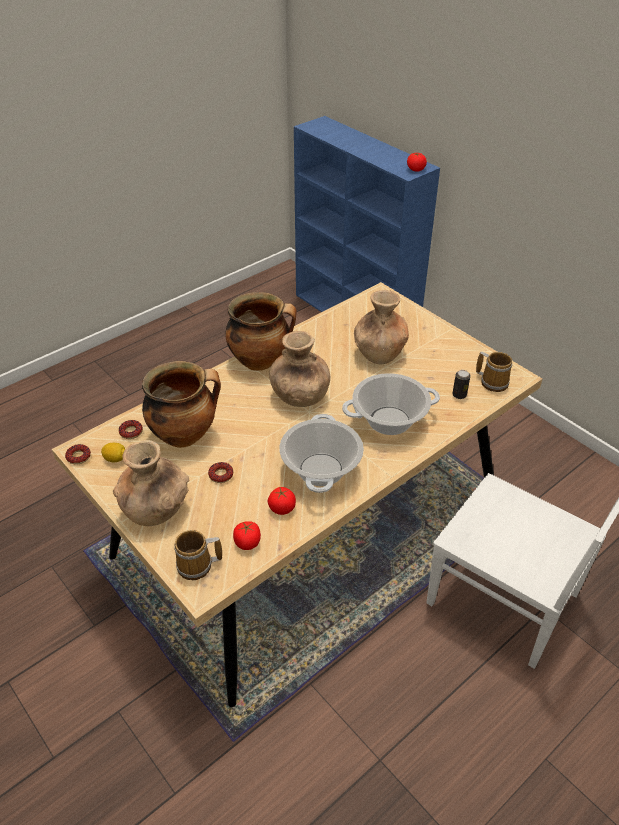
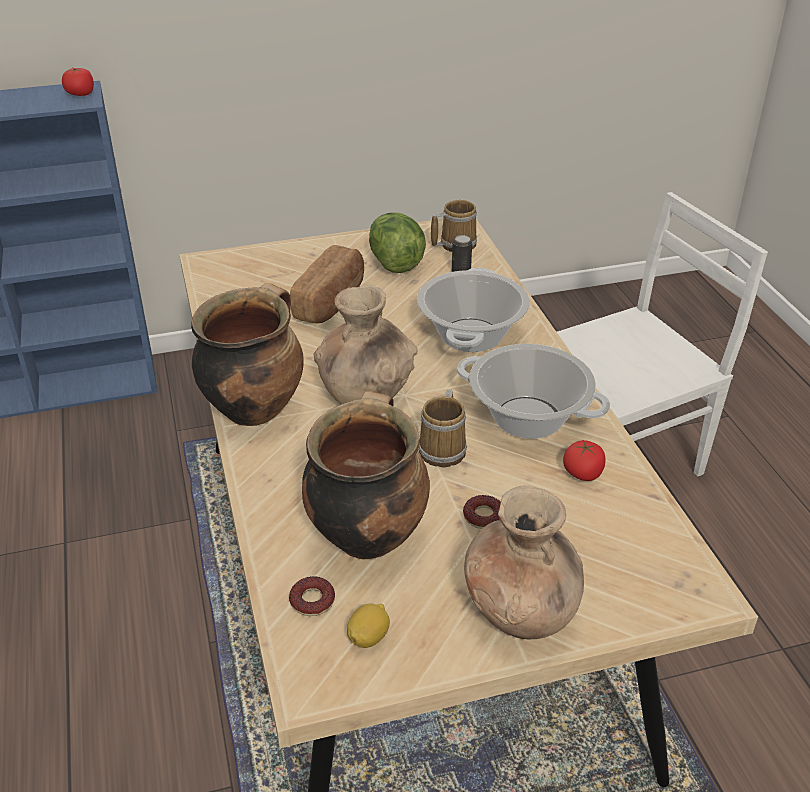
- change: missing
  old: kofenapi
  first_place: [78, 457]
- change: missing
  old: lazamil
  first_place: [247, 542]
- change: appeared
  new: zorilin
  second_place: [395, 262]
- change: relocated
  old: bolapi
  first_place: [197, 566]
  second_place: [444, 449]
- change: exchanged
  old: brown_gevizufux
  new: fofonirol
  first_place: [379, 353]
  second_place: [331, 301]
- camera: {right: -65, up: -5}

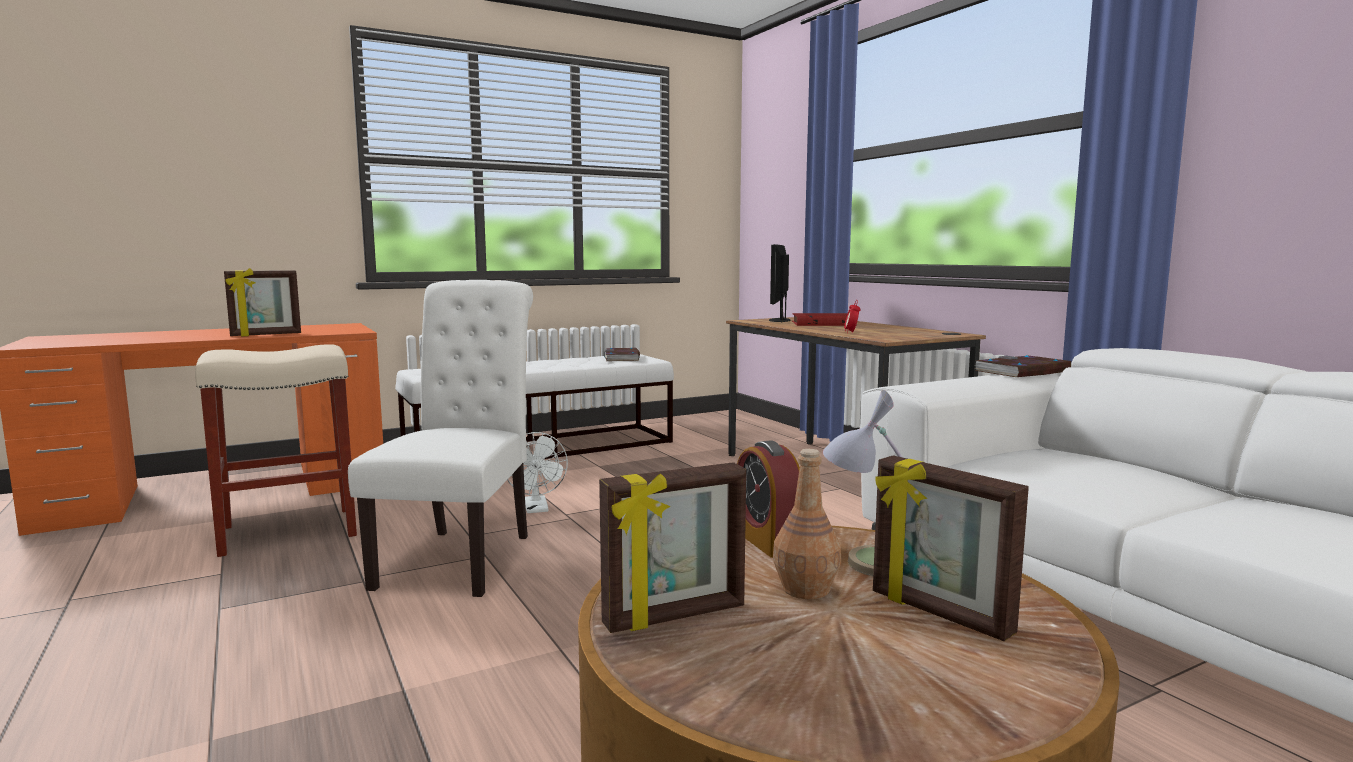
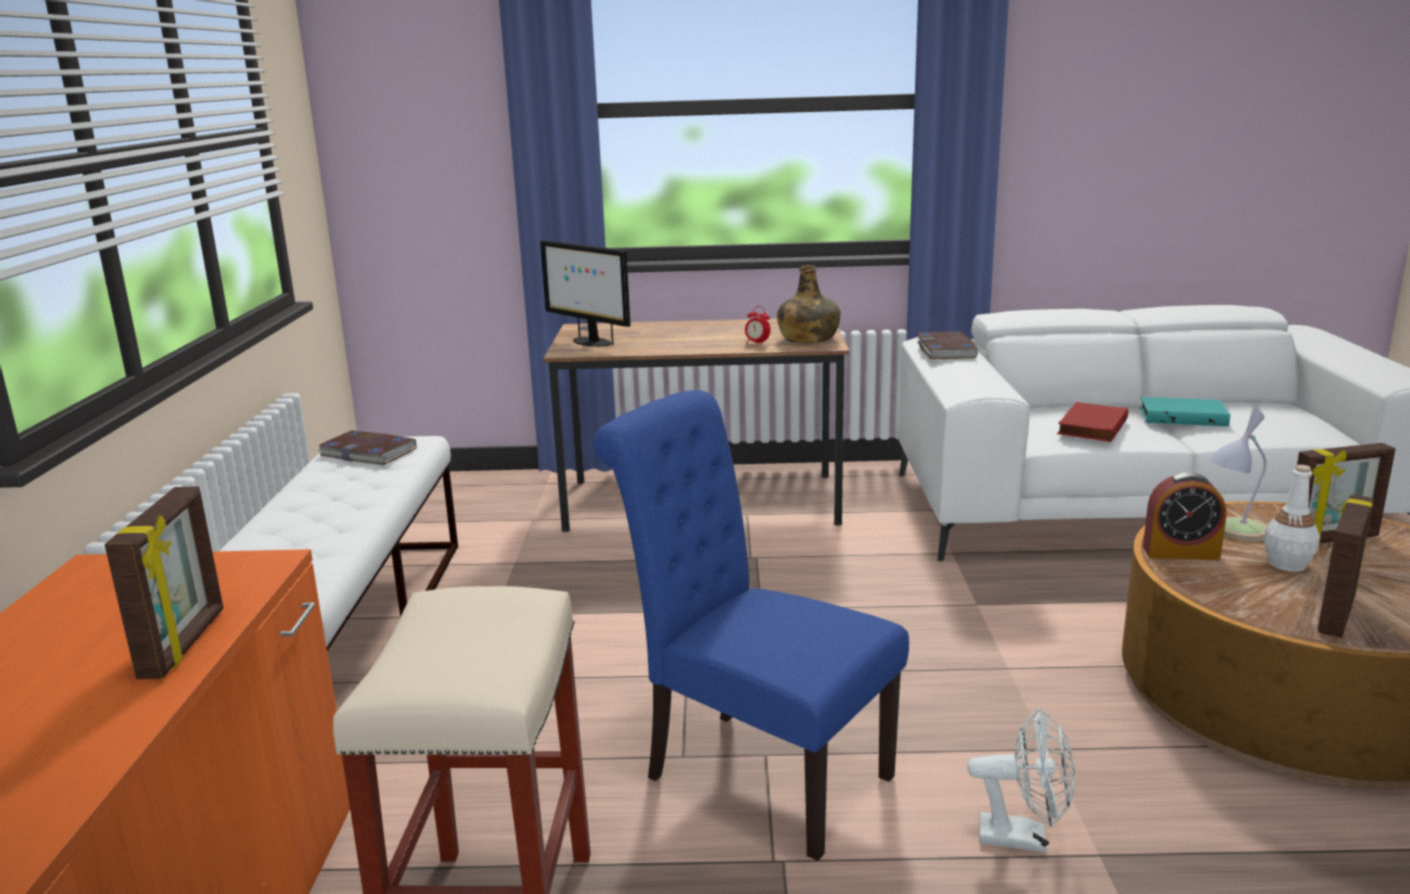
- change: appeared
  new: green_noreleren
  second_place: [807, 339]
- change: appeared
  new: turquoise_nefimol
  second_place: [1183, 416]
- change: relocated
  old: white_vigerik
  first_place: [537, 509]
  second_place: [1024, 838]
- change: relocated
  old: red_nefimol
  first_place: [823, 323]
  second_place: [1090, 426]
- change: colour
  old: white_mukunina
  new: blue_mukunina
  first_place: [461, 556]
  second_place: [755, 772]
- change: colour
  old: brown_noreleren
  new: white_noreleren
  first_place: [805, 589]
  second_place: [1286, 564]
- change: spun
  old: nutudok
  first_place: [675, 617]
  second_place: [1335, 614]
  degrees: -150
- camera: {right: -60, up: 10}

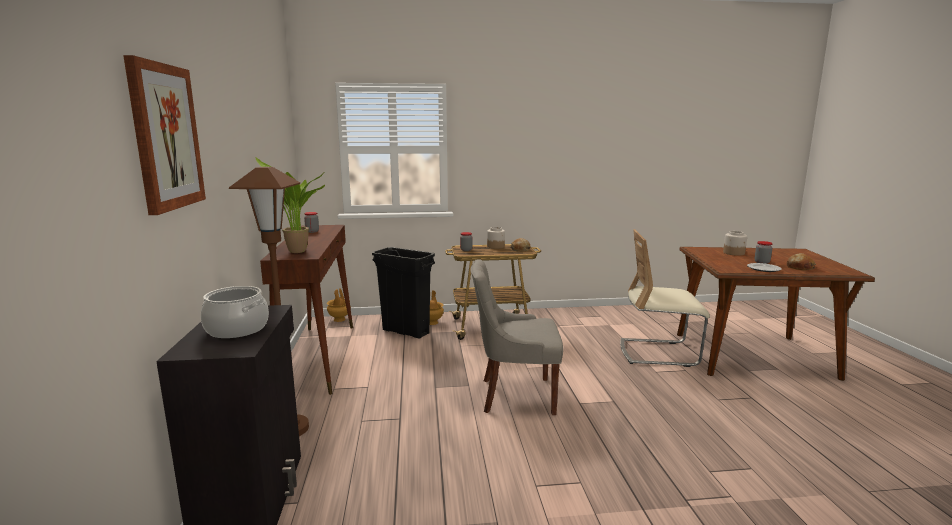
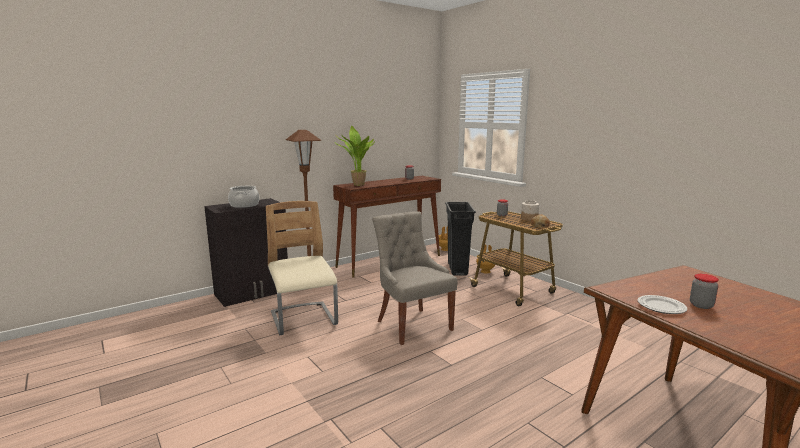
- change: missing
  old: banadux
  first_place: [166, 137]
- change: missing
  old: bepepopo
  first_place: [734, 253]
- change: missing
  old: fofonirol
  first_place: [800, 267]
- change: relocated
  old: beige_mukunina
  first_place: [658, 353]
  second_place: [303, 320]
- camera: {right: 60, up: 0}

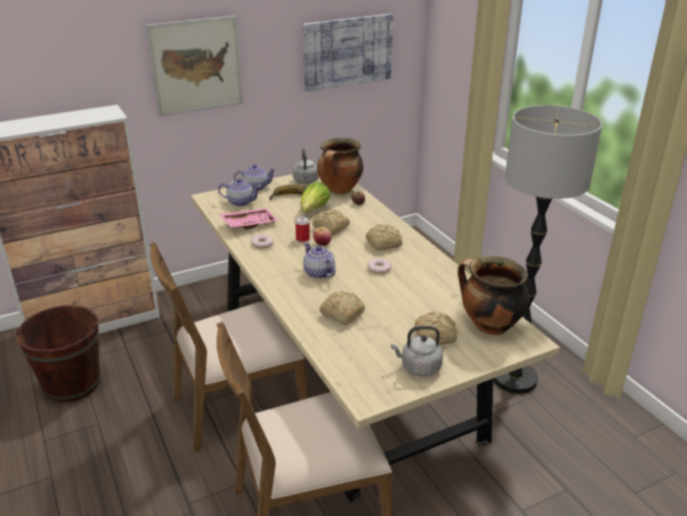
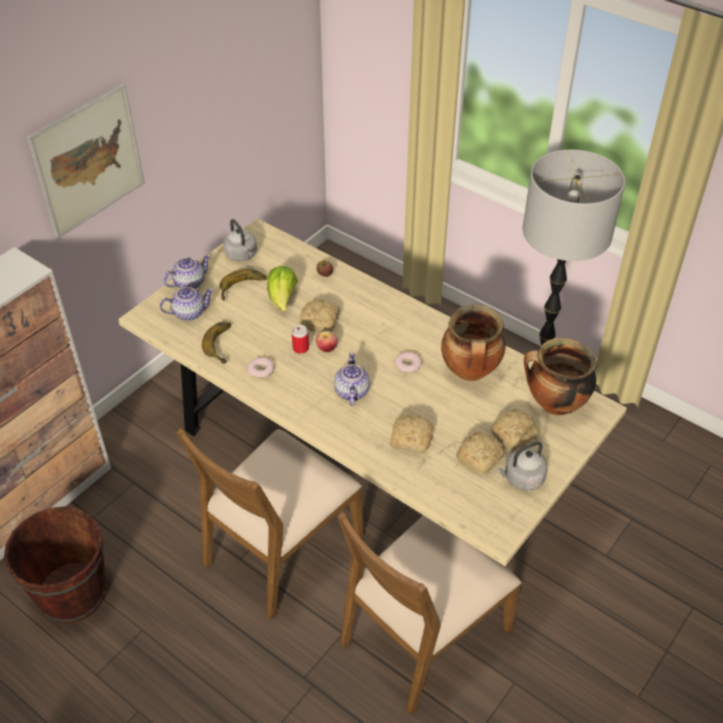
- change: missing
  old: banadux
  first_place: [347, 51]
- change: relocated
  old: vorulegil
  first_place: [340, 190]
  second_place: [471, 372]
- change: relocated
  old: fofonirol
  first_place: [384, 244]
  second_place: [481, 458]
- change: exchanged
  old: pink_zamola
  new: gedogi
  first_place: [249, 224]
  second_place: [224, 344]
- change: spun
  old: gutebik
  first_place: [319, 273]
  second_place: [351, 392]
  degrees: 60
- camera: {right: -25, up: 15}

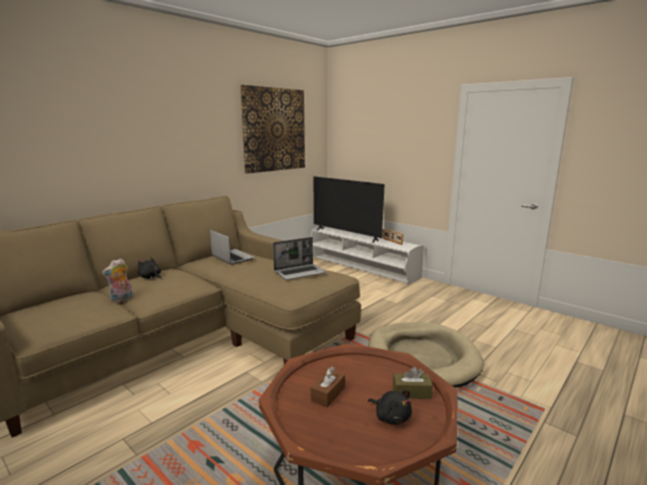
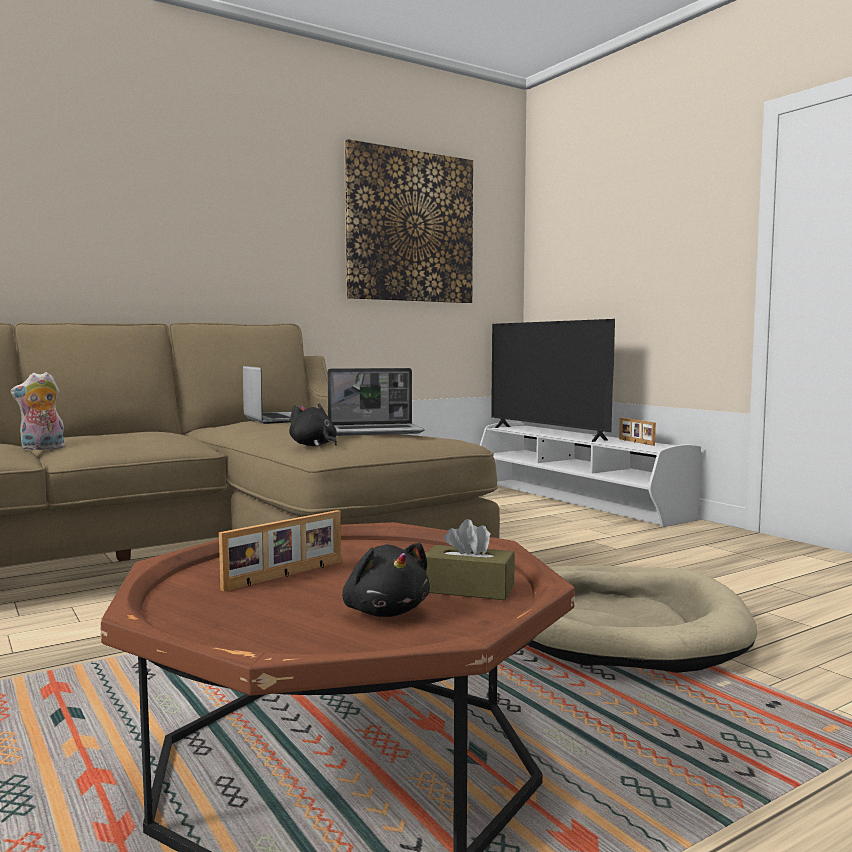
- change: relocated
  old: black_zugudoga
  first_place: [150, 277]
  second_place: [314, 445]
- change: exchanged
  old: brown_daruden
  new: nutudok
  first_place: [328, 394]
  second_place: [285, 576]
- camera: {right: 15, up: -10}

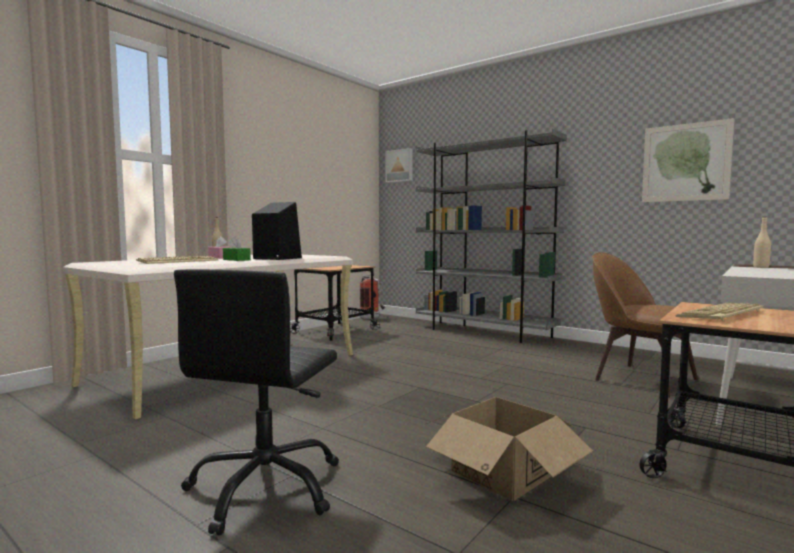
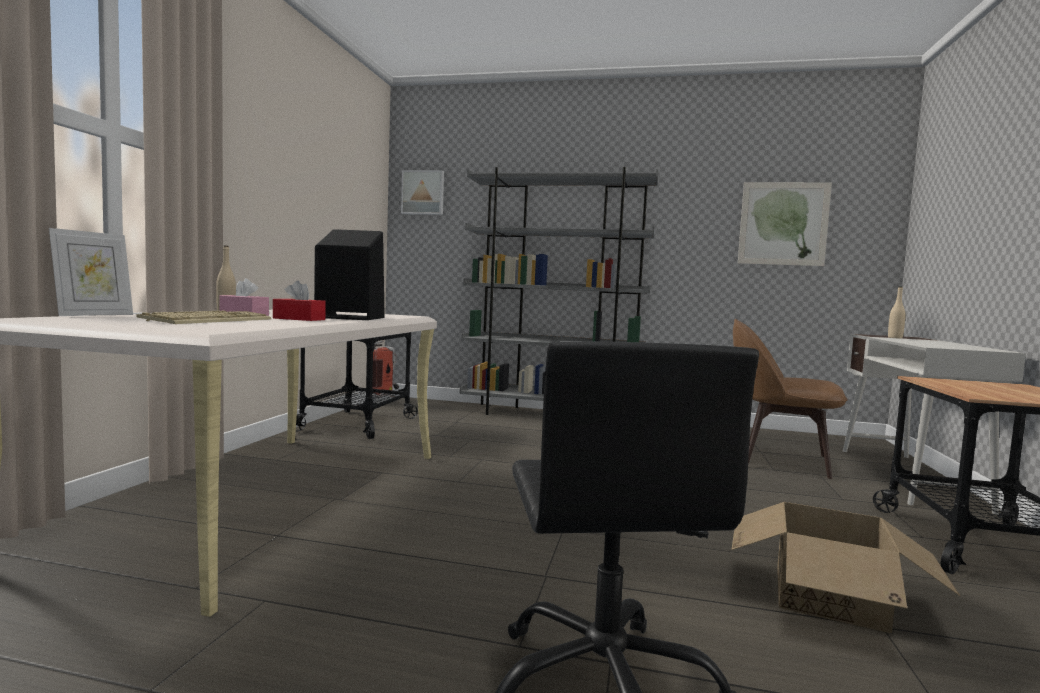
- change: missing
  old: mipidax
  first_place: [722, 314]
- change: appeared
  new: nutudok
  second_place: [94, 314]
- change: colour
  old: green_daruden
  new: red_daruden
  first_place: [236, 260]
  second_place: [299, 319]
- camera: {right: -25, up: 0}

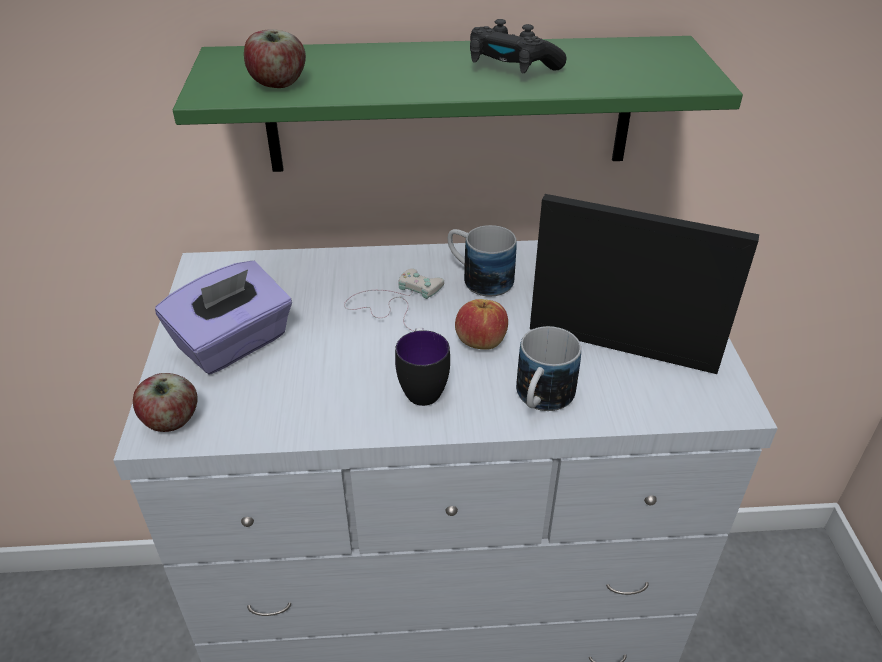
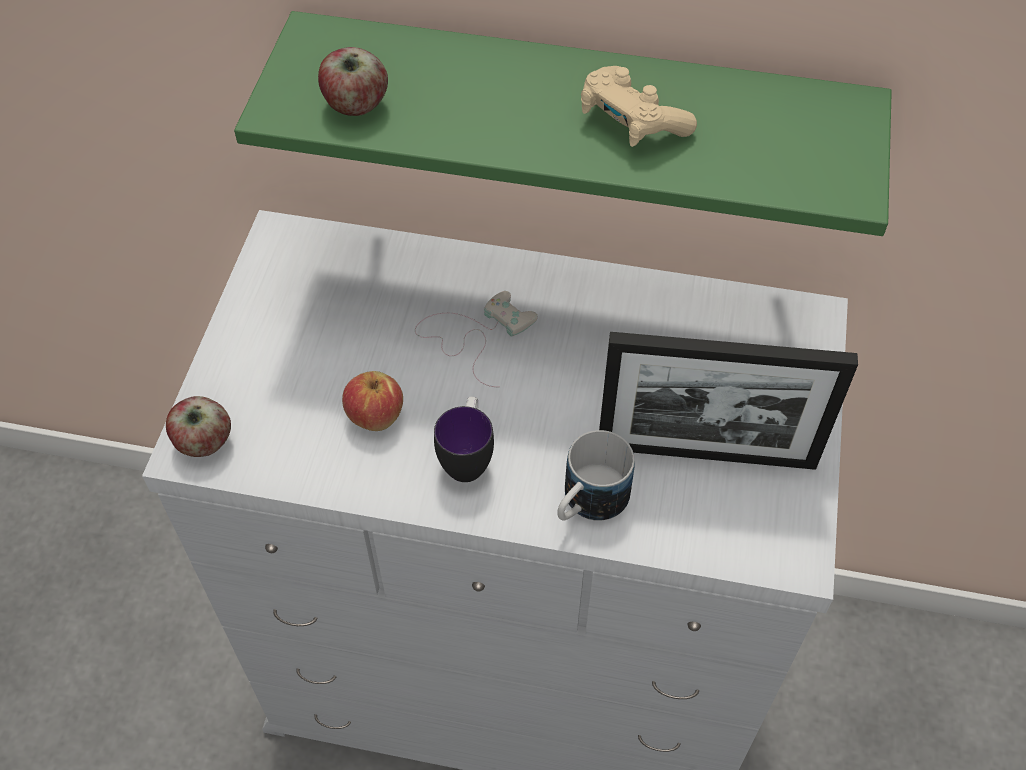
- change: missing
  old: purple_daruden
  first_place: [234, 344]
- change: missing
  old: bolapi
  first_place: [478, 278]
- change: relocated
  old: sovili
  first_place: [480, 340]
  second_place: [375, 415]
- change: colour
  old: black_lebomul
  new: beige_lebomul
  first_place: [511, 68]
  second_place: [631, 122]
- change: spun
  old: nutudok
  first_place: [621, 347]
  second_place: [706, 454]
  degrees: 150
- camera: {right: 15, up: 15}

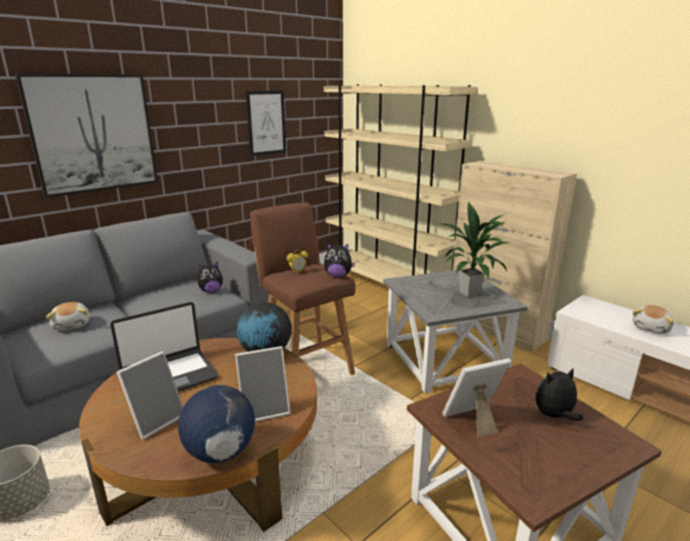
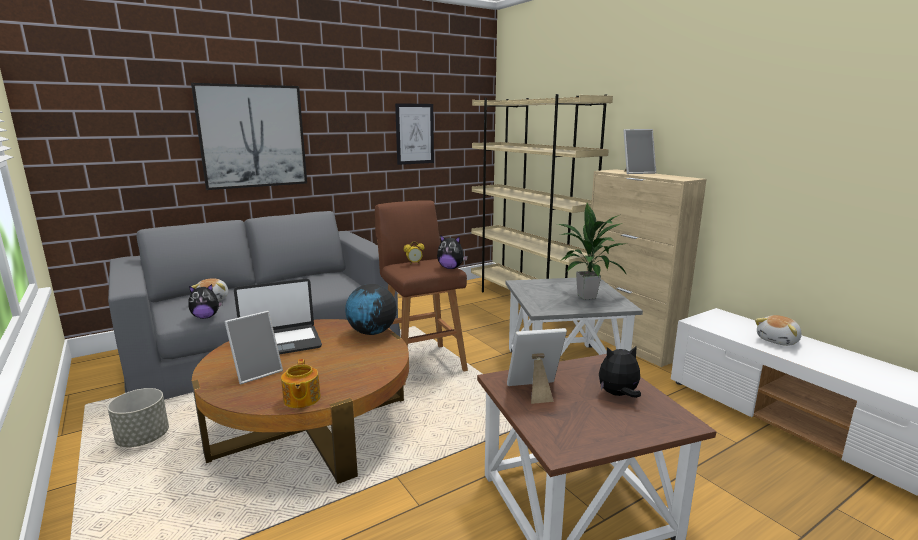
- change: relocated
  old: zugudoga
  first_place: [211, 291]
  second_place: [206, 317]
- change: relocated
  old: nutudok
  first_place: [265, 409]
  second_place: [637, 172]
- change: exchanged
  old: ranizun
  new: gutebik
  first_place: [220, 452]
  second_place: [301, 399]
- camera: {right: 10, up: -5}

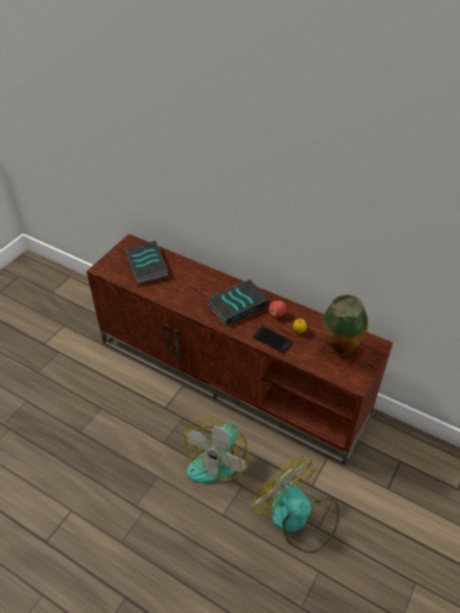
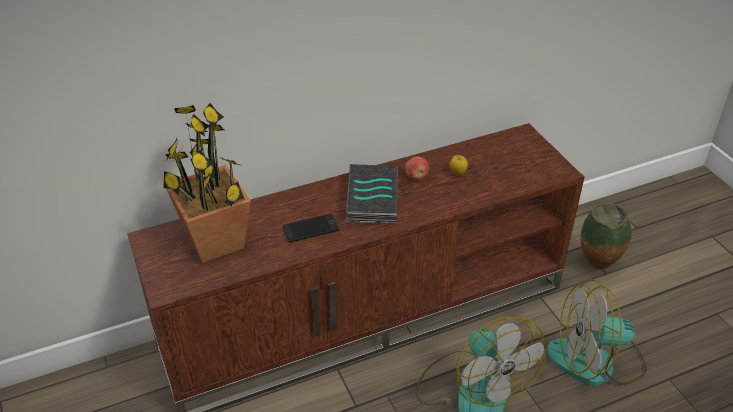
- change: relocated
  old: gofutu
  first_place: [272, 340]
  second_place: [311, 228]
- change: relocated
  old: gevizufux
  first_place: [339, 351]
  second_place: [597, 267]
- change: exchanged
  old: nefimol
  new: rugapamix
  first_place: [148, 266]
  second_place: [215, 242]
- camera: {right: -55, up: -5}

